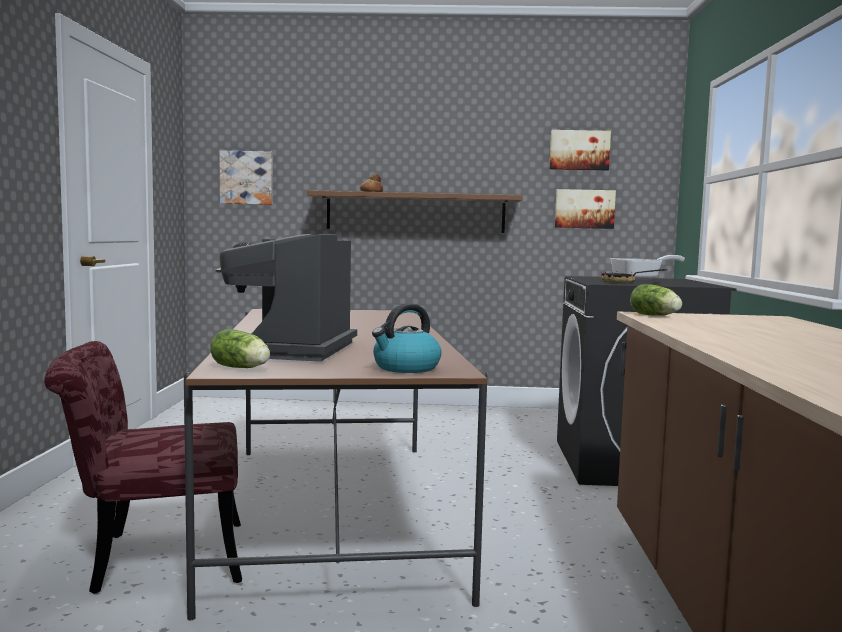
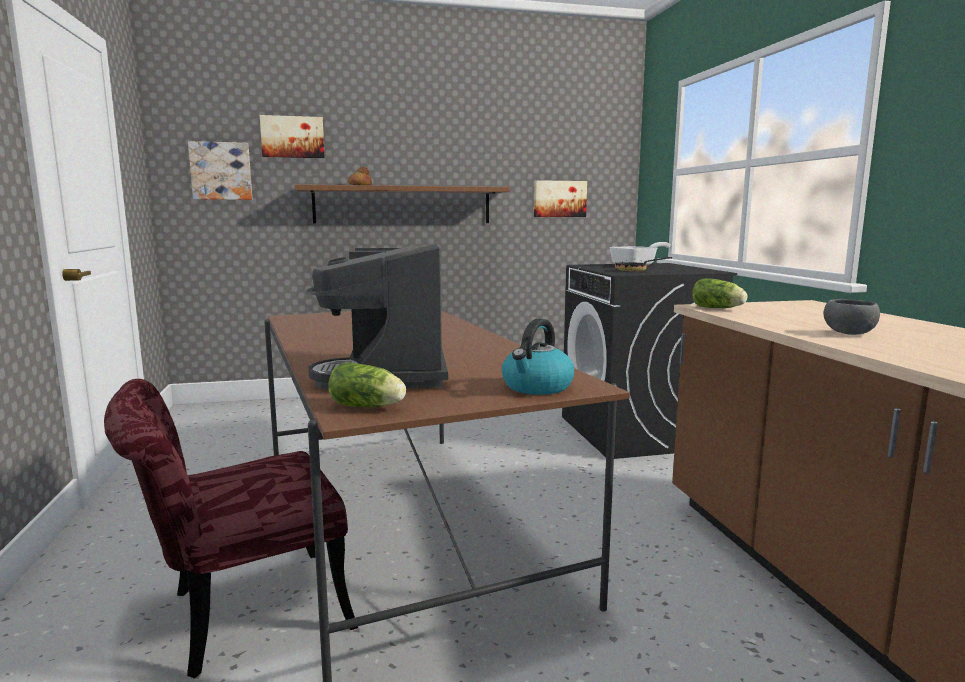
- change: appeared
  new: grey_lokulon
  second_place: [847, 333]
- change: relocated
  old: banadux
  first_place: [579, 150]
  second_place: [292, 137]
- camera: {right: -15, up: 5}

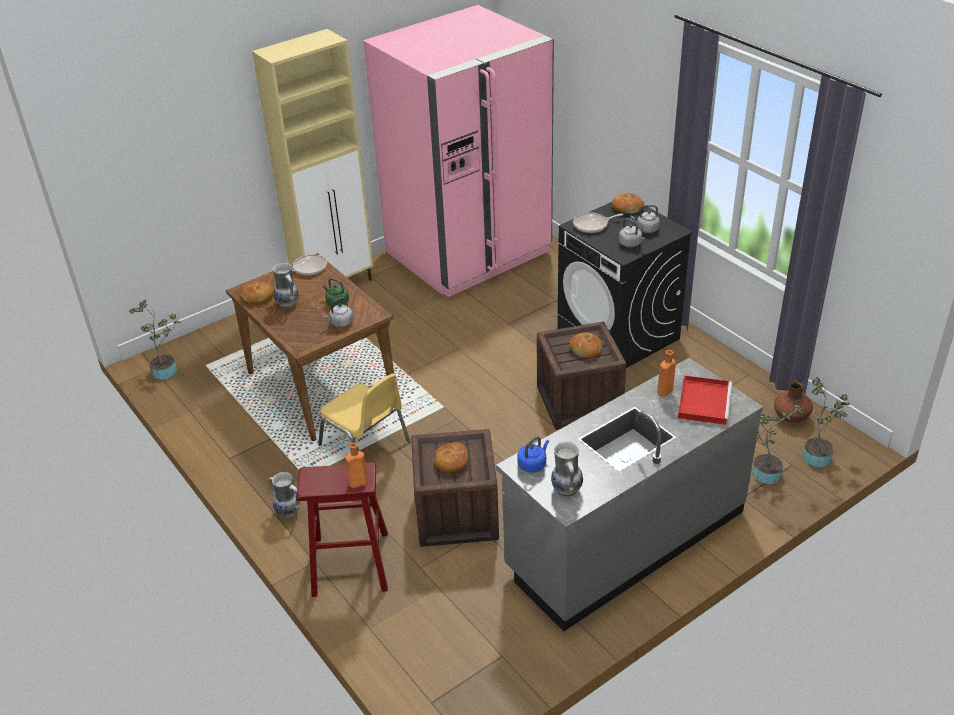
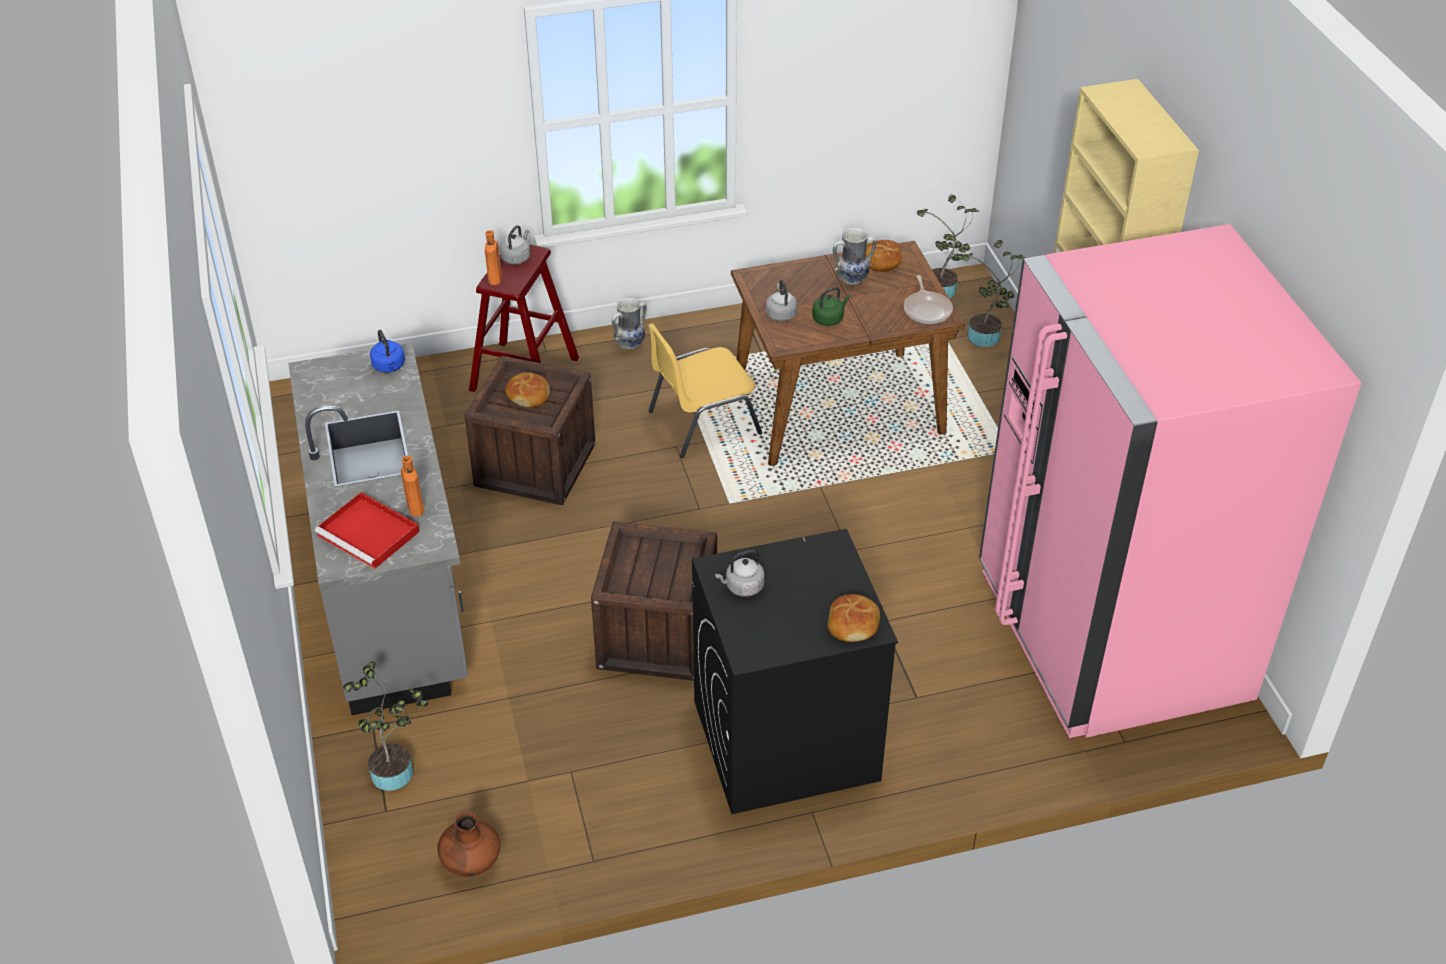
- change: missing
  old: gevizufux
  first_place: [566, 489]
- change: missing
  old: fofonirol
  first_place: [586, 349]
- change: missing
  old: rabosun
  first_place: [592, 225]
- change: relocated
  old: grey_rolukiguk
  first_place: [646, 229]
  second_place: [516, 257]
- change: relocated
  old: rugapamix
  first_place: [819, 455]
  second_place: [985, 339]
- camera: {right: 110, up: 5}

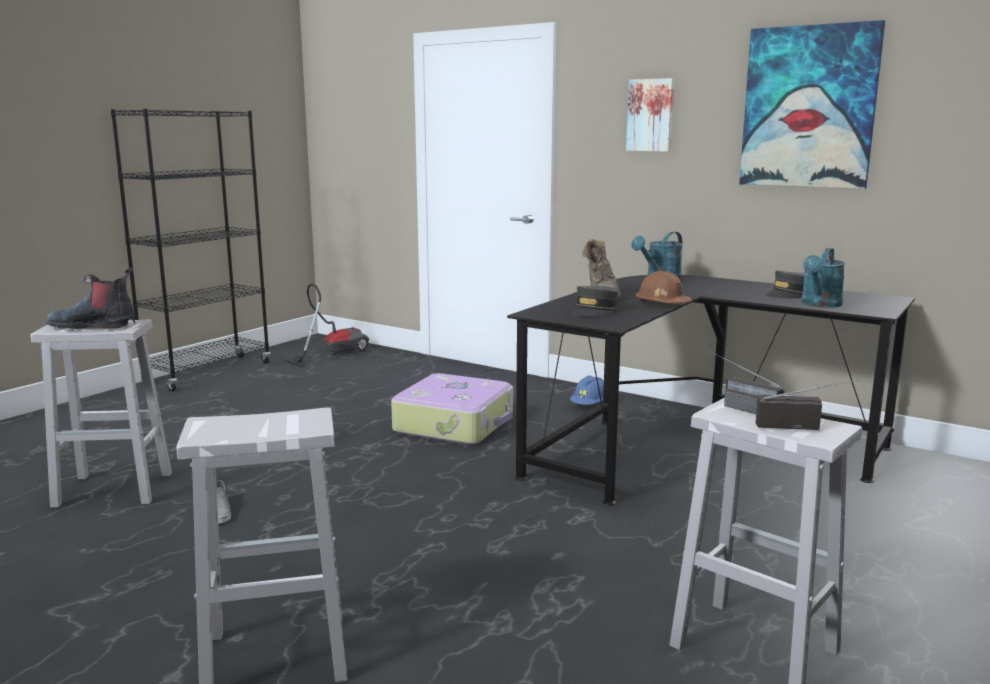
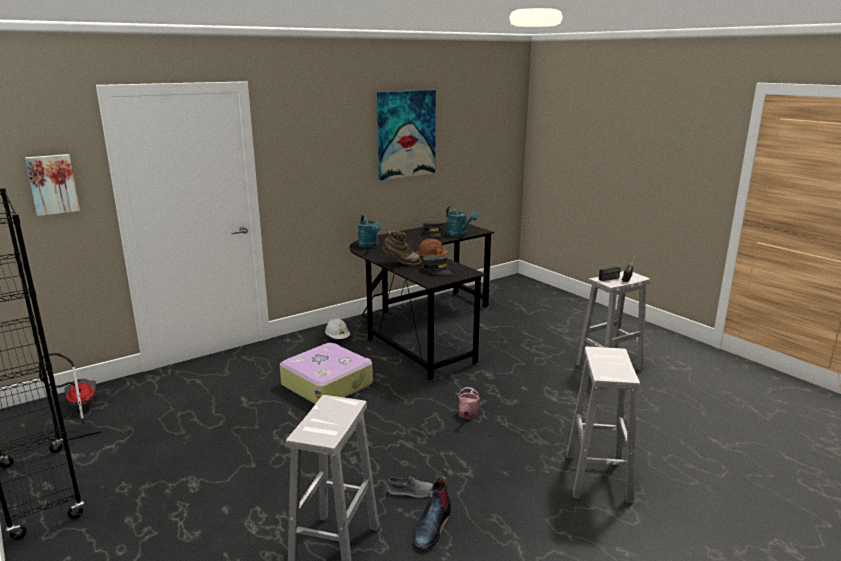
- change: appeared
  new: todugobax
  second_place: [467, 415]
- change: relocated
  old: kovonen
  first_place: [94, 326]
  second_place: [432, 526]
- change: relocated
  old: banadux
  first_place: [651, 115]
  second_place: [52, 184]
- change: colour
  old: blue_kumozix
  new: white_kumozix
  first_place: [590, 406]
  second_place: [337, 338]
- camera: {right: -70, up: 5}

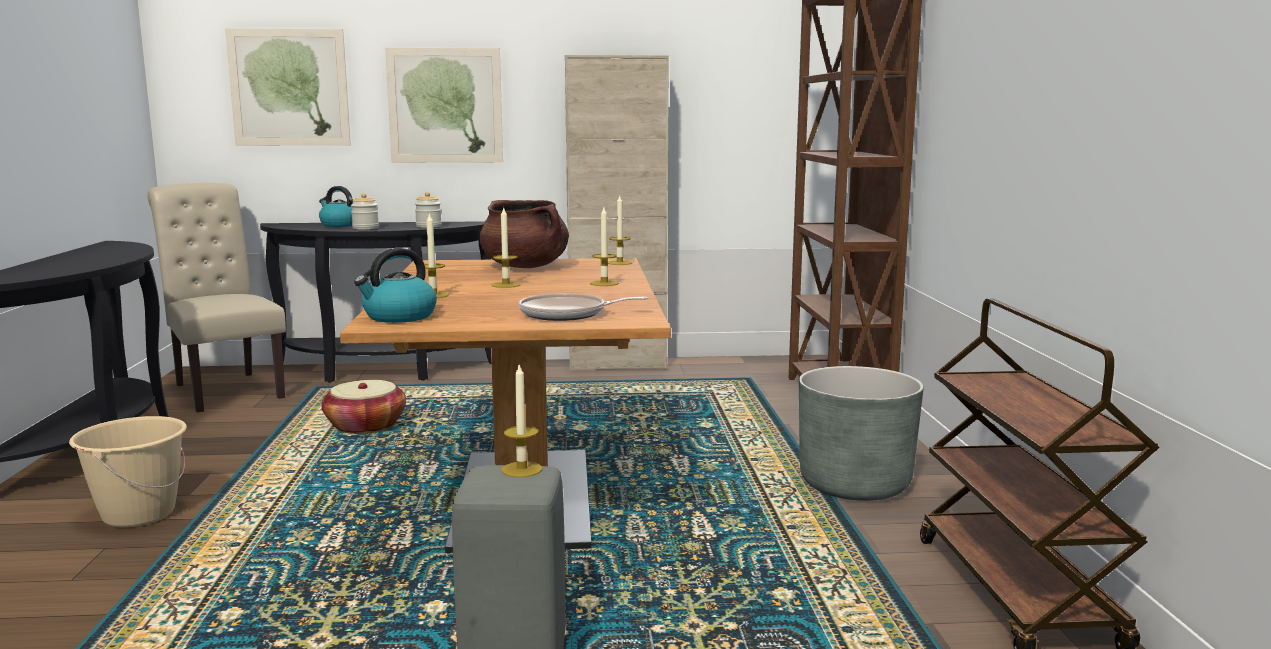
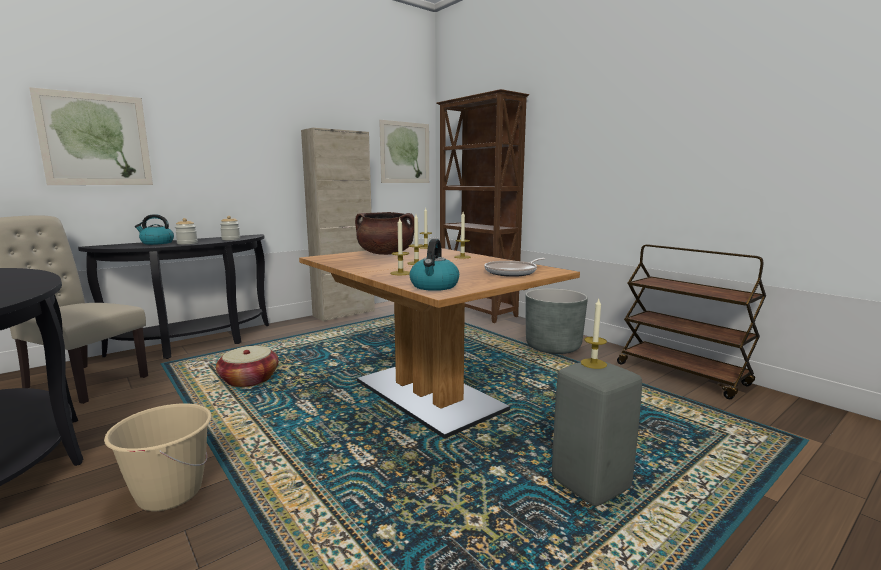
- change: relocated
  old: banadux
  first_place: [445, 105]
  second_place: [405, 152]
- camera: {right: -35, up: 0}

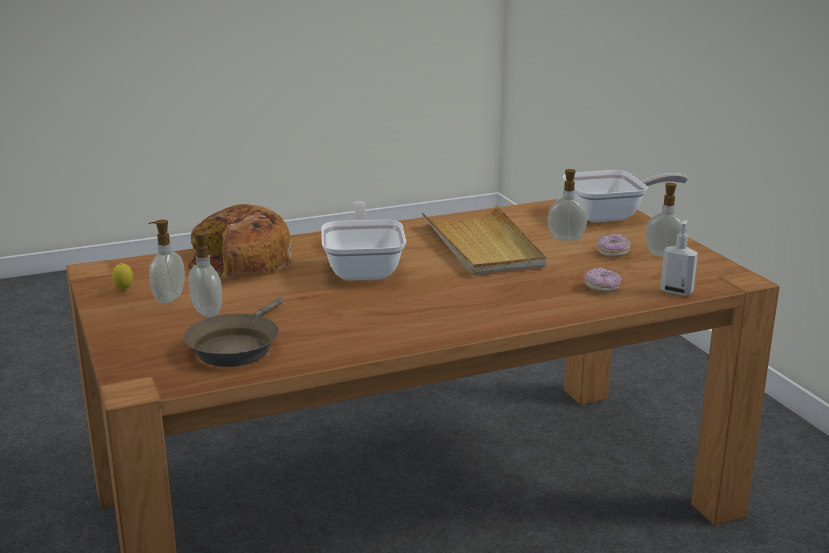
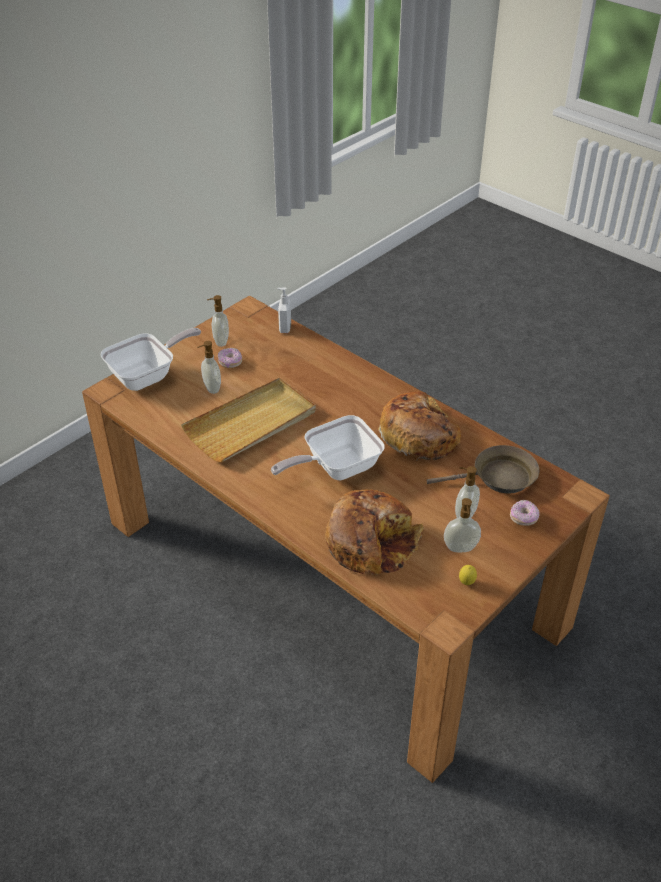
- change: appeared
  new: fofonirol
  second_place: [420, 435]
- change: relocated
  old: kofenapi
  first_place: [602, 288]
  second_place: [523, 518]
- change: spun
  old: rabosun
  first_place: [611, 216]
  second_place: [148, 376]
  degrees: 90
- camera: {right: -115, up: 20}

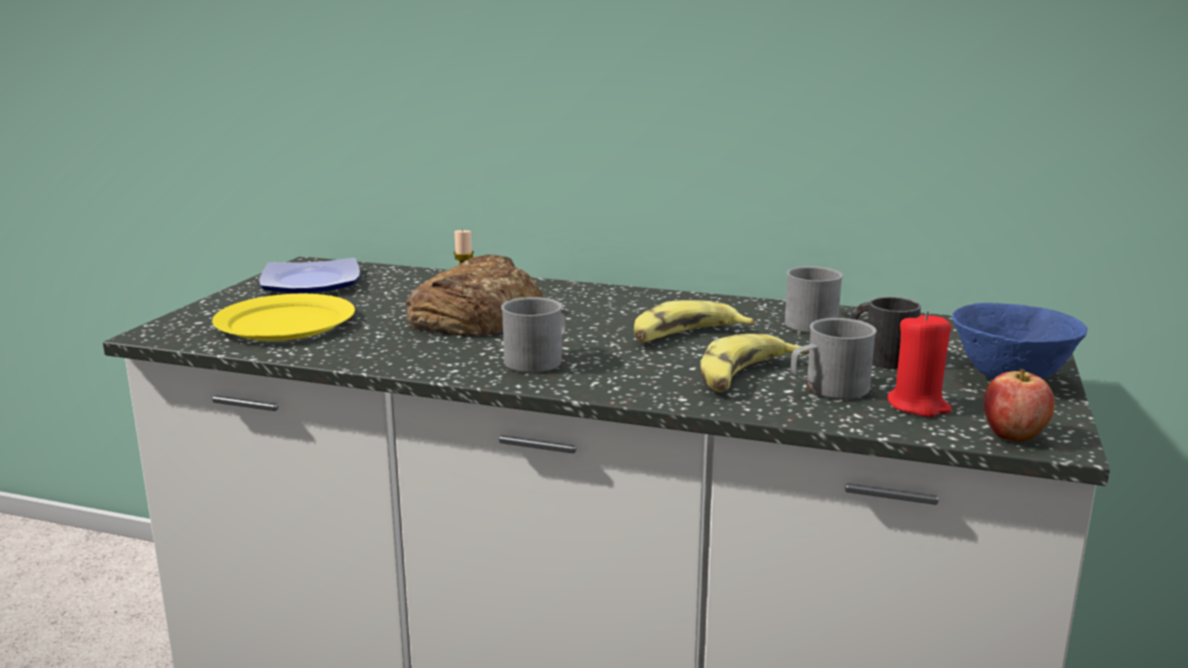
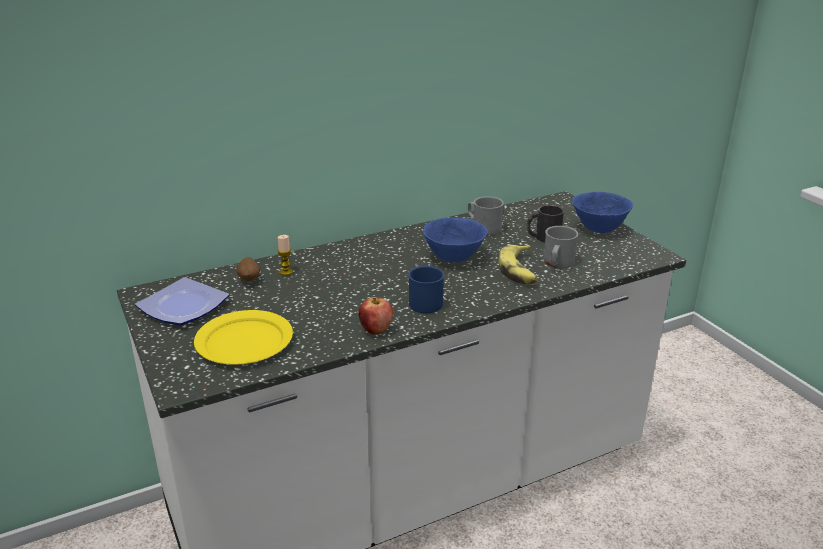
- change: missing
  old: fofonirol
  first_place: [476, 315]
- change: missing
  old: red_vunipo
  first_place: [918, 406]
- change: appeared
  new: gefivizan
  second_place: [249, 279]
- change: relocated
  old: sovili
  first_place: [1013, 436]
  second_place: [376, 330]
- change: exchanged
  old: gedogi
  new: blue_lokulon
  first_place: [685, 337]
  second_place: [454, 258]
- change: colour
  old: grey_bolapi
  new: blue_bolapi
  first_place: [539, 359]
  second_place: [424, 301]
- camera: {right: -45, up: 10}

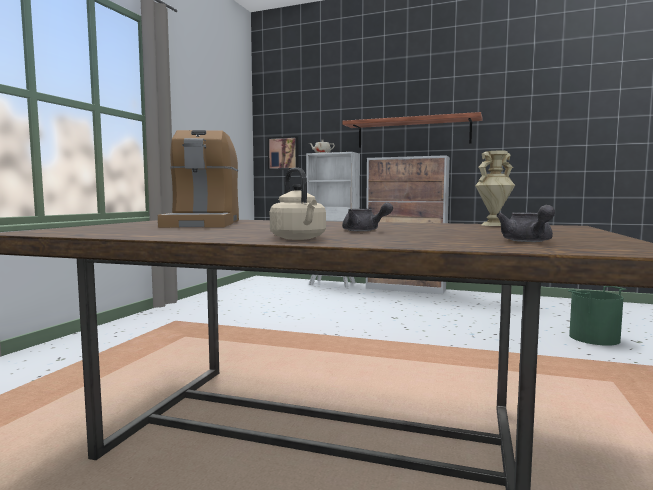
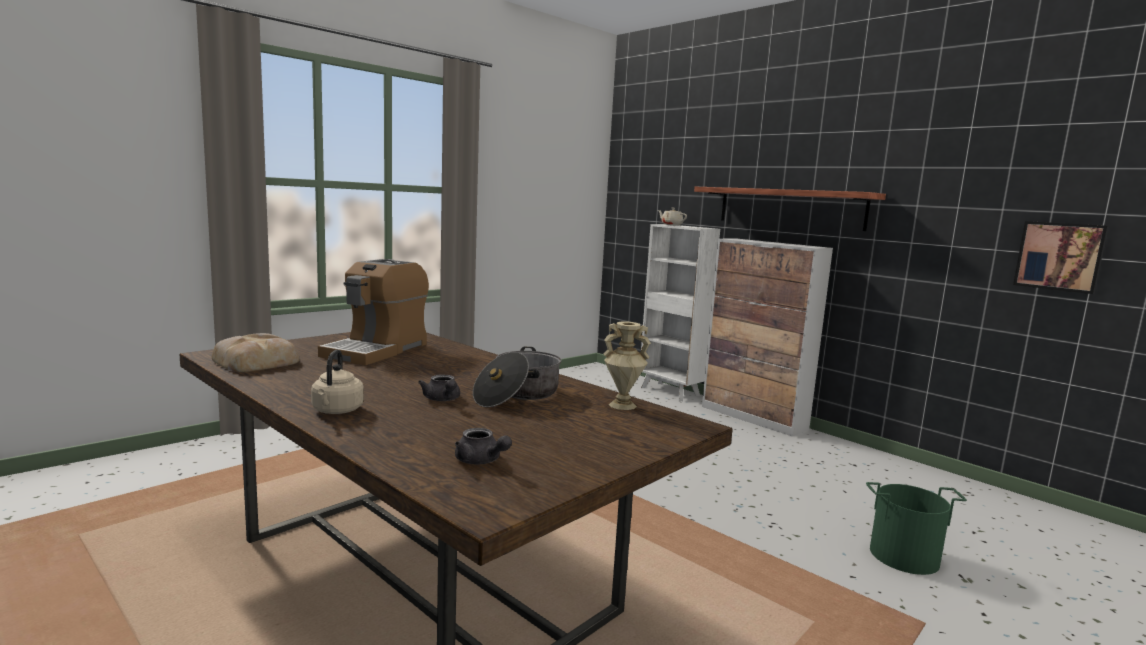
- change: appeared
  new: fofonirol
  second_place: [256, 361]
- change: appeared
  new: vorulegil
  second_place: [517, 395]
- change: relocated
  old: banadux
  first_place: [283, 153]
  second_place: [1059, 256]
- change: spun
  old: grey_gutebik
  first_place: [528, 241]
  second_place: [481, 461]
  degrees: -75
- camera: {right: 25, up: 5}

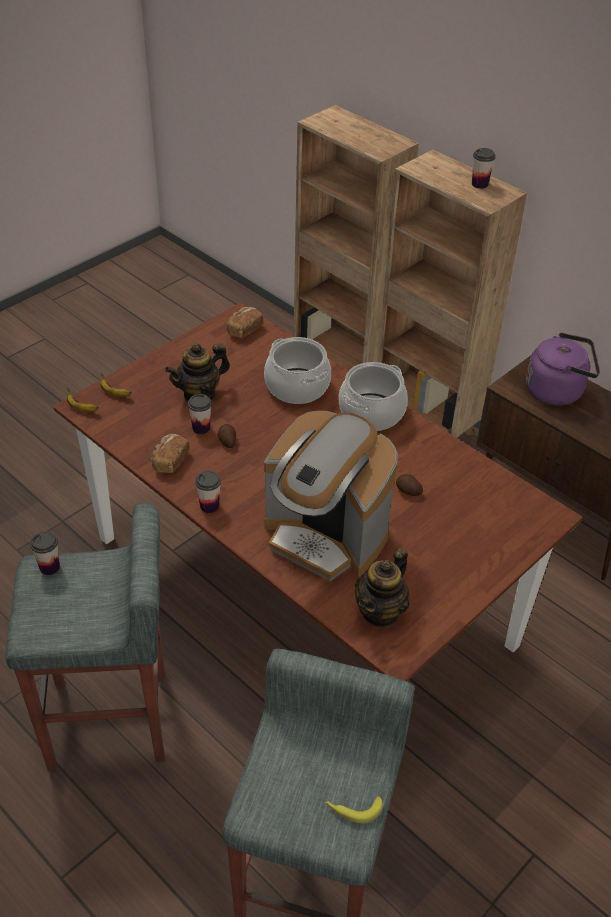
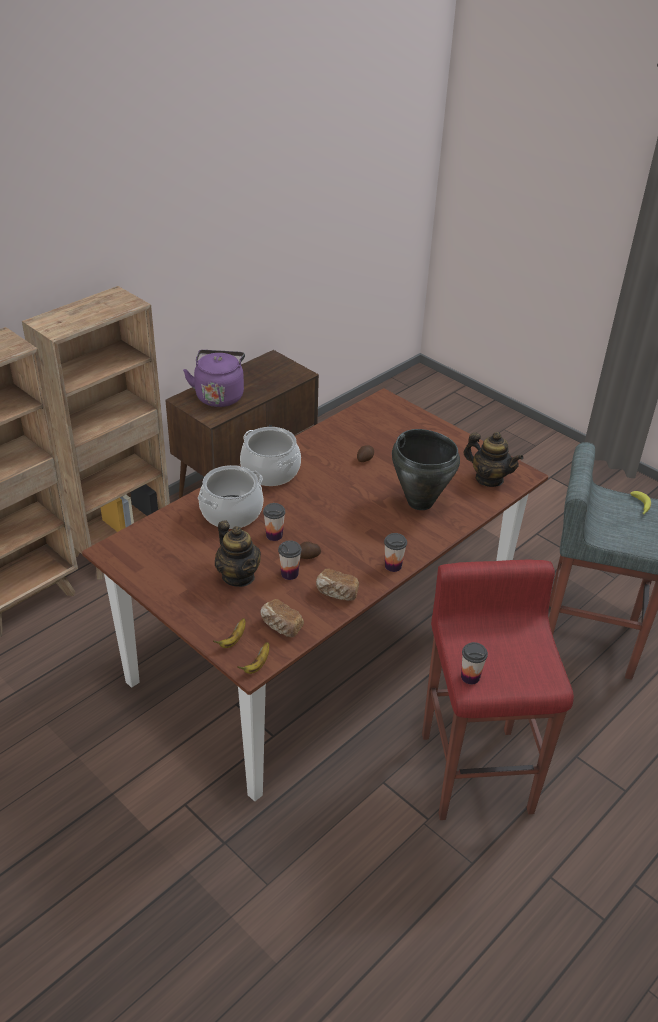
- change: relocated
  old: fofonirol
  first_place: [244, 330]
  second_place: [280, 626]
- change: relocated
  old: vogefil
  first_place: [479, 184]
  second_place: [274, 535]
- change: exchanged
  old: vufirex
  new: black_vorulegil
  first_place: [325, 536]
  second_place: [420, 502]
- change: colour
  old: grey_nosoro
  new: red_nosoro
  first_place: [111, 721]
  second_place: [477, 770]
- camera: {right: -90, up: -5}

